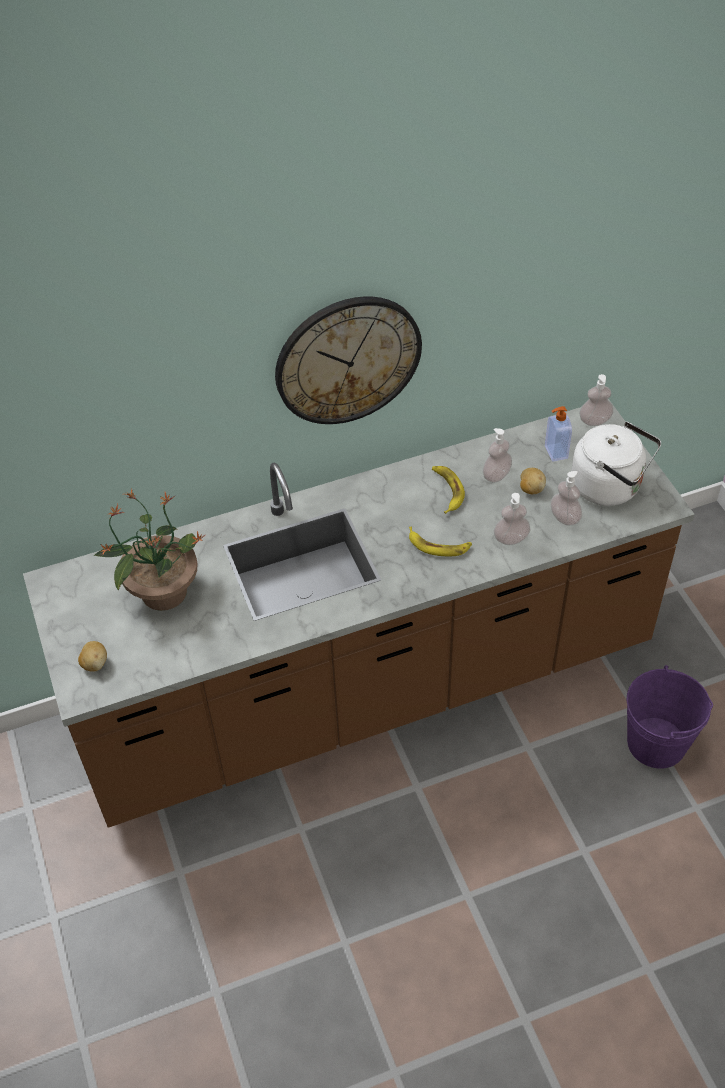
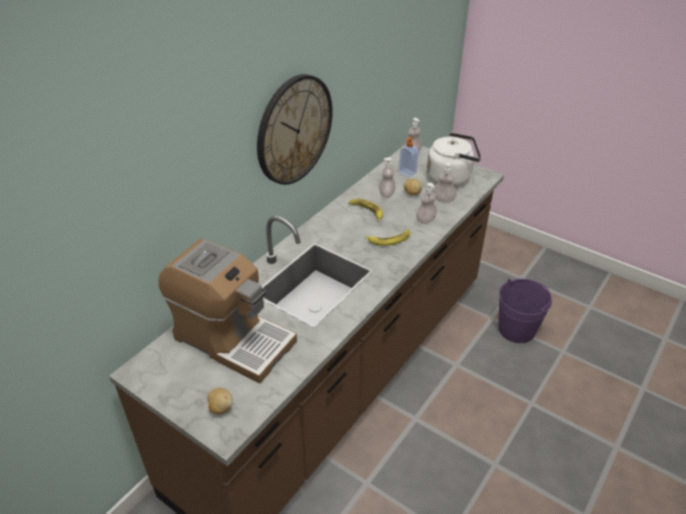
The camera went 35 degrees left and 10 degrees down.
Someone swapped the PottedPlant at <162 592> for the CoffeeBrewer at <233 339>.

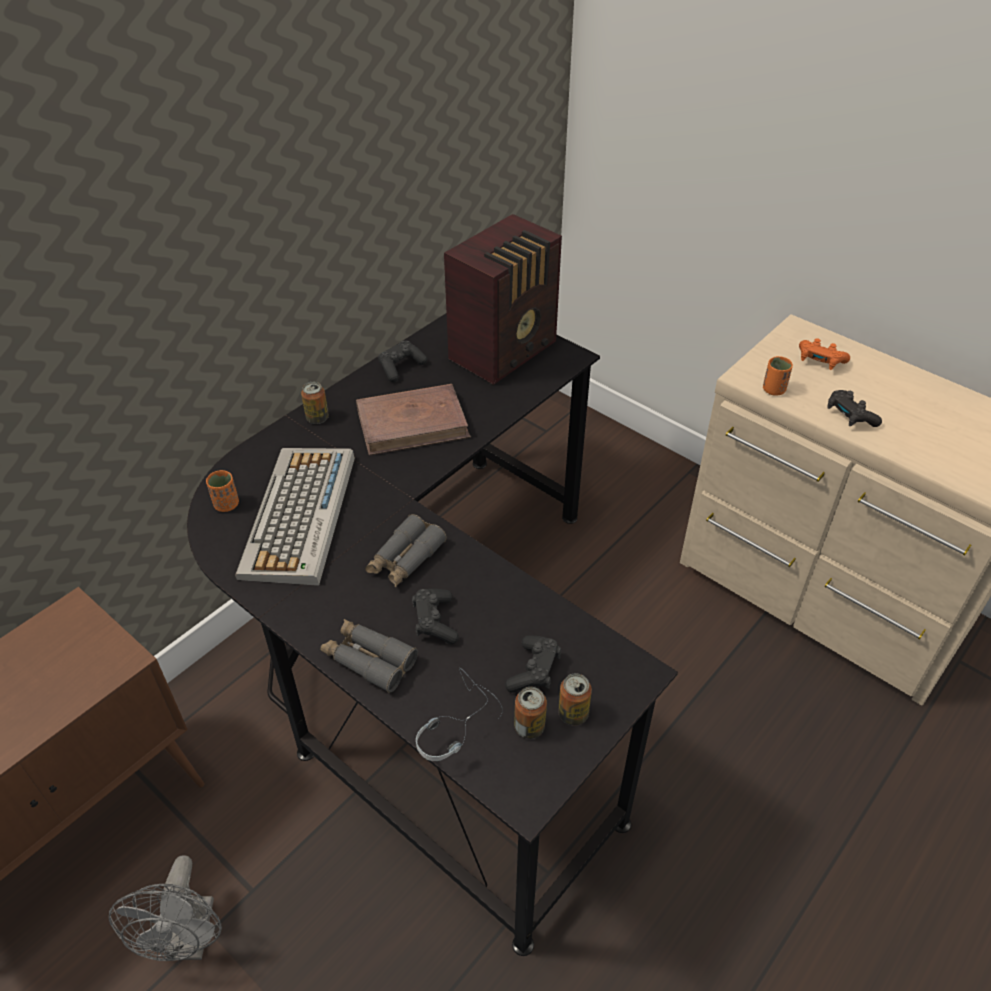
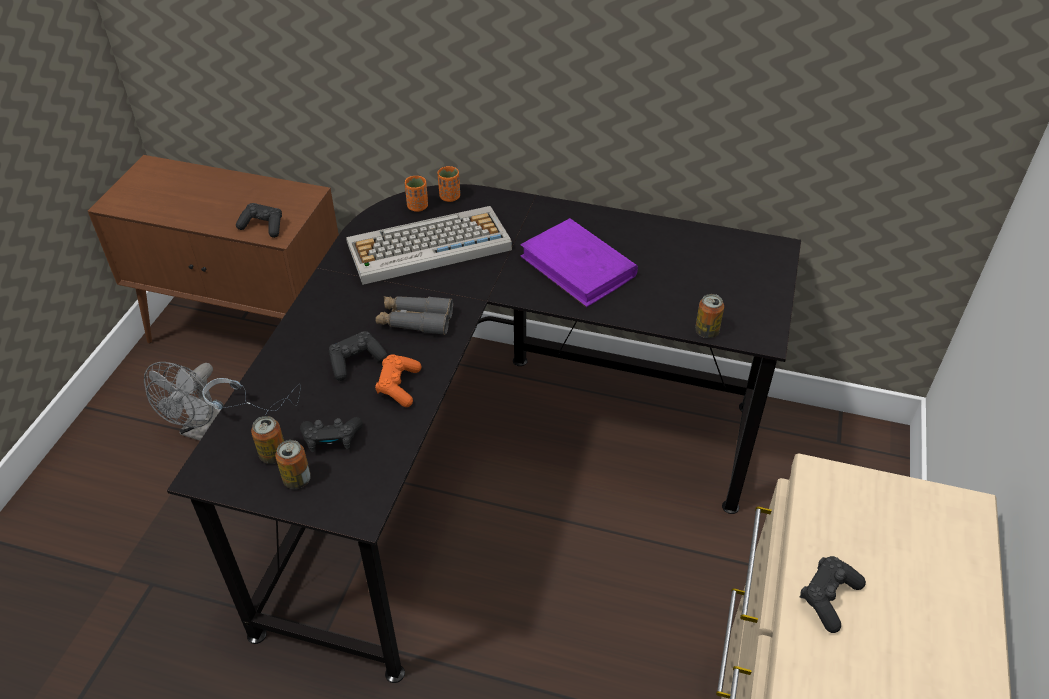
The camera went 65 degrees right and 0 degrees up.
Someone rotated the GrayFan at <189 940> by 45 degrees counterclockwise.
Someone carried the BlackishGamepad from <401 367> to <263 226>.
Someone carried the OrangeColouredGamepad from <819 361> to <399 386>.
Someone carried the OrangeColouredSmallCup from <773 390> to <450 197>.
Someone repainted the BrownBoundBook at <413 424>, which became the PurpleBoundBook at <578 267>.
Someone carried the Can from <317 418> to <706 331>.
Someone took away the GrayBinoculars at <369 660>.
Someone took away the Radio at <506 351>.

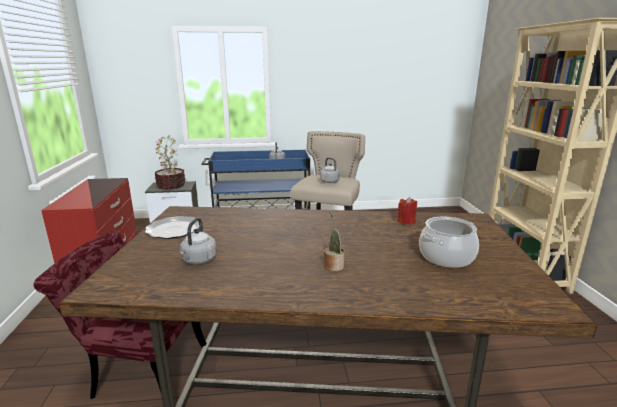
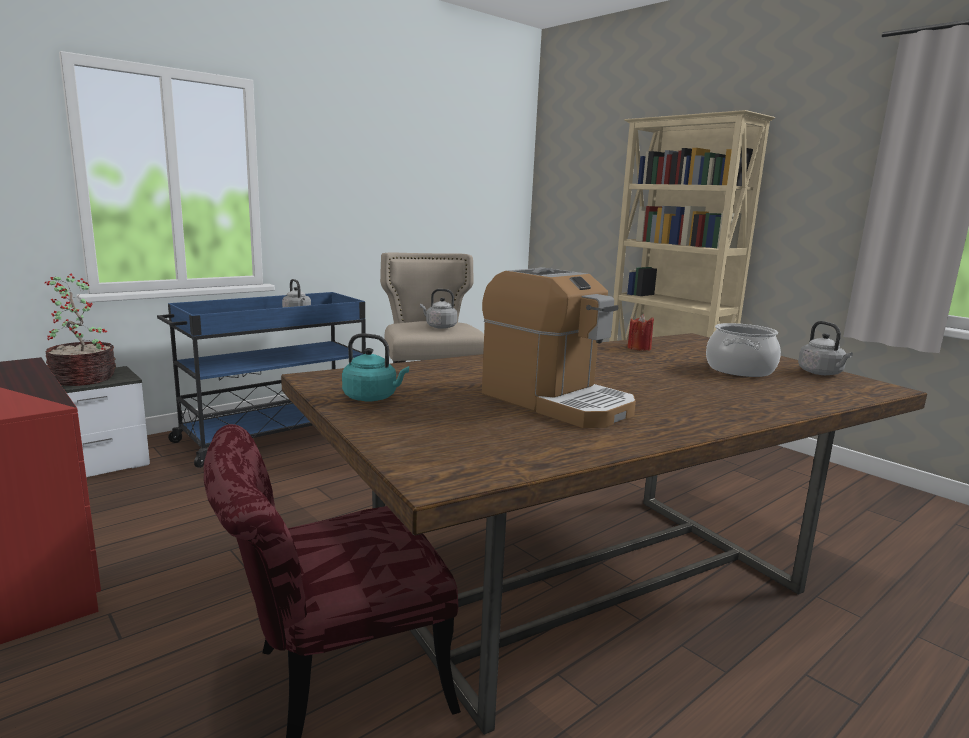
The camera went 35 degrees left and 5 degrees down.
Someone swapped the Plate at <174 230> for the TurquoiseWaterKettle at <372 398>.
Someone put down the CoffeeBrewer at <556 402>.
Someone carried the GrayWaterKettle from <198 260> to <821 373>.
Someone took away the PottedPlant at <333 265>.

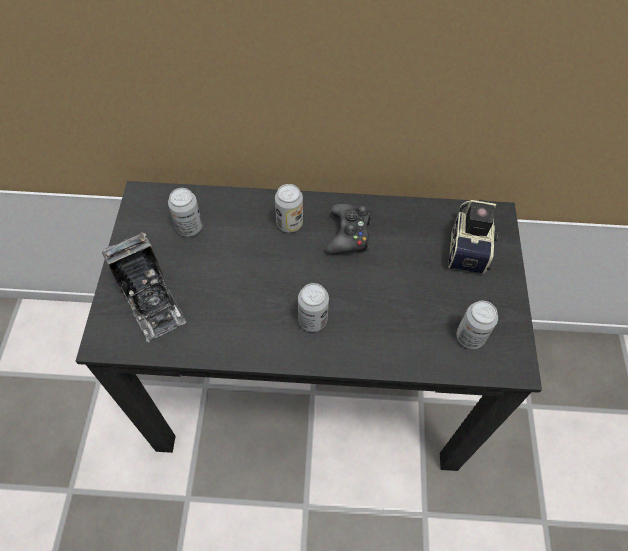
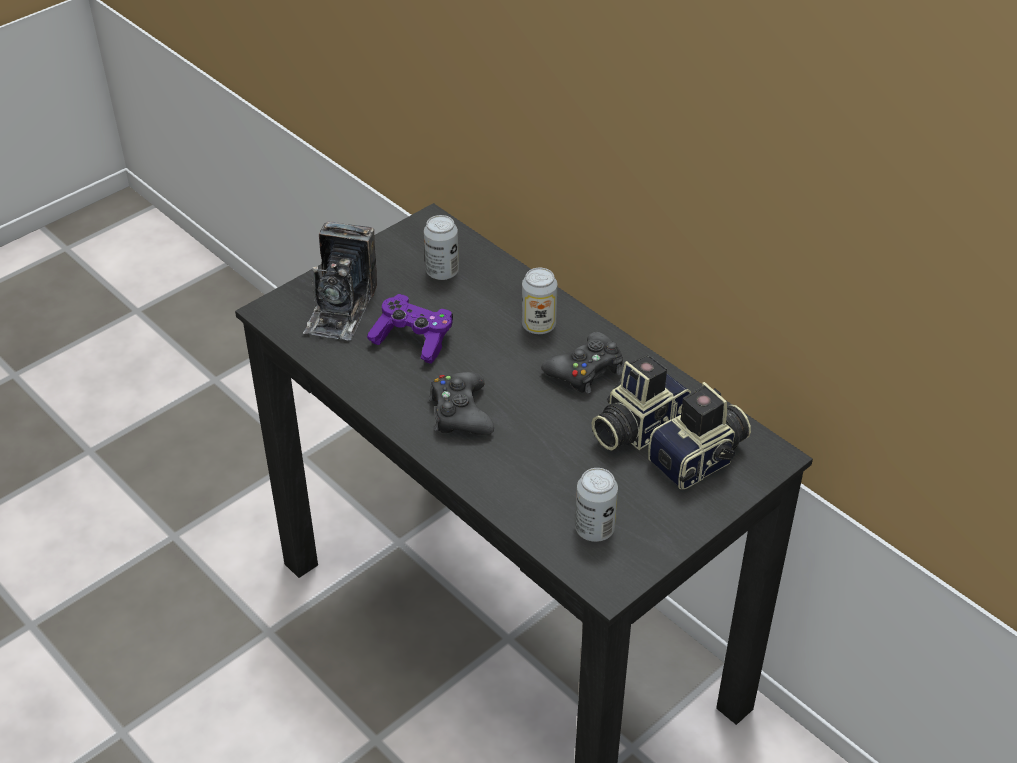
The camera went 45 degrees right and 15 degrees down.
Someone put down the PurpleGamepad at <413 339>.
Someone swapped the Can at <312 320> for the BlackishGamepad at <460 413>.
Someone put down the PhotoCamera at <636 427>.

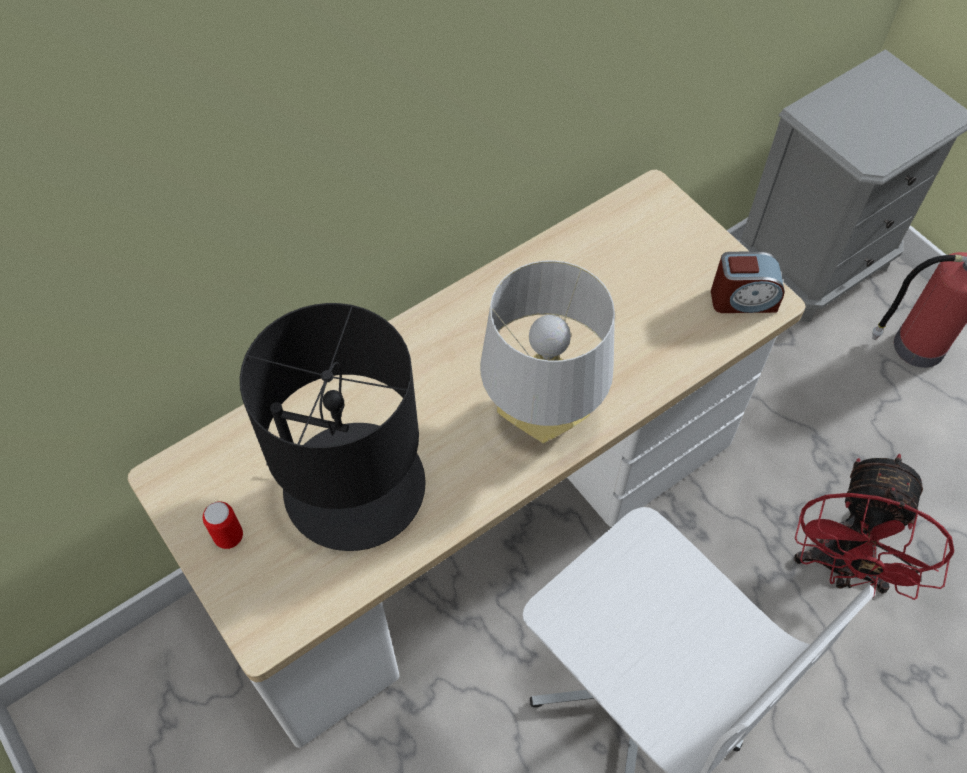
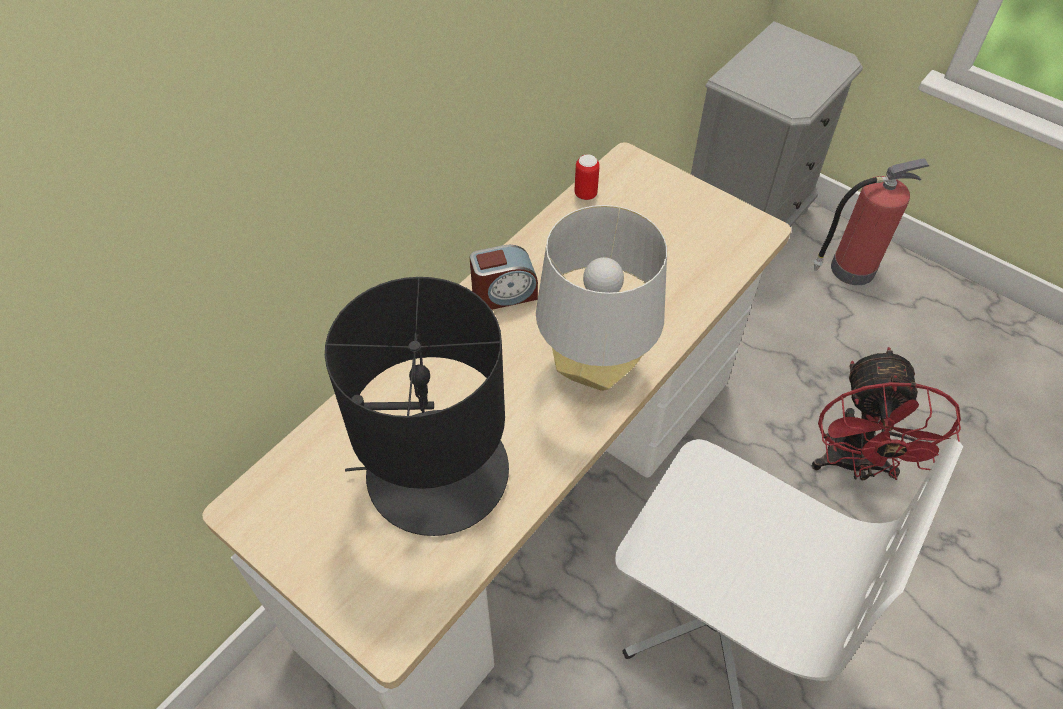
The camera went 15 degrees left and 5 degrees down.
Someone carried the AlarmClock from <743 299> to <504 294>.
Someone carried the Can from <229 536> to <585 194>.

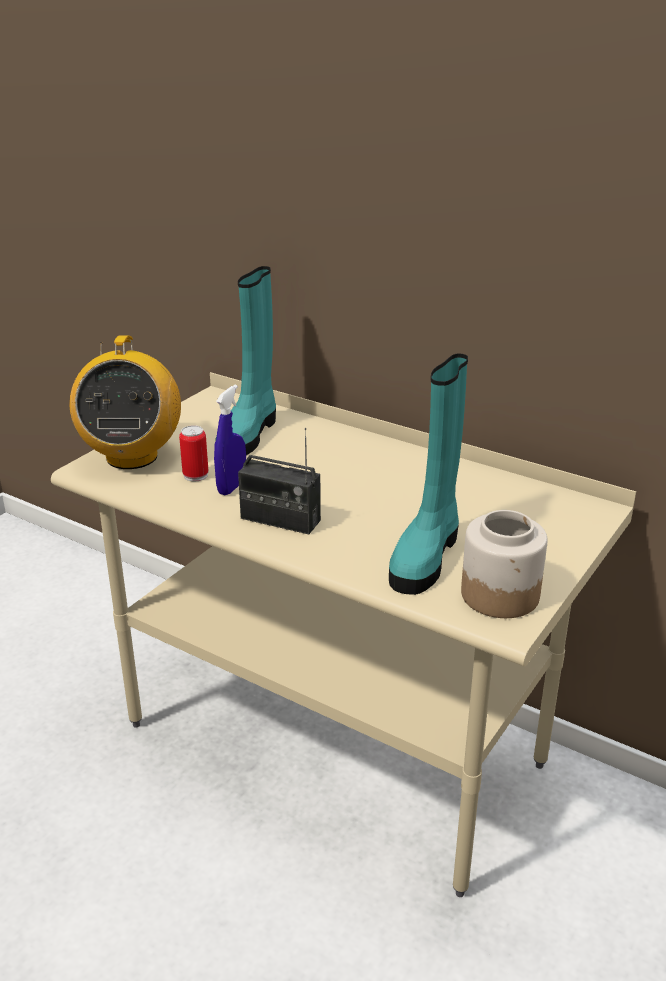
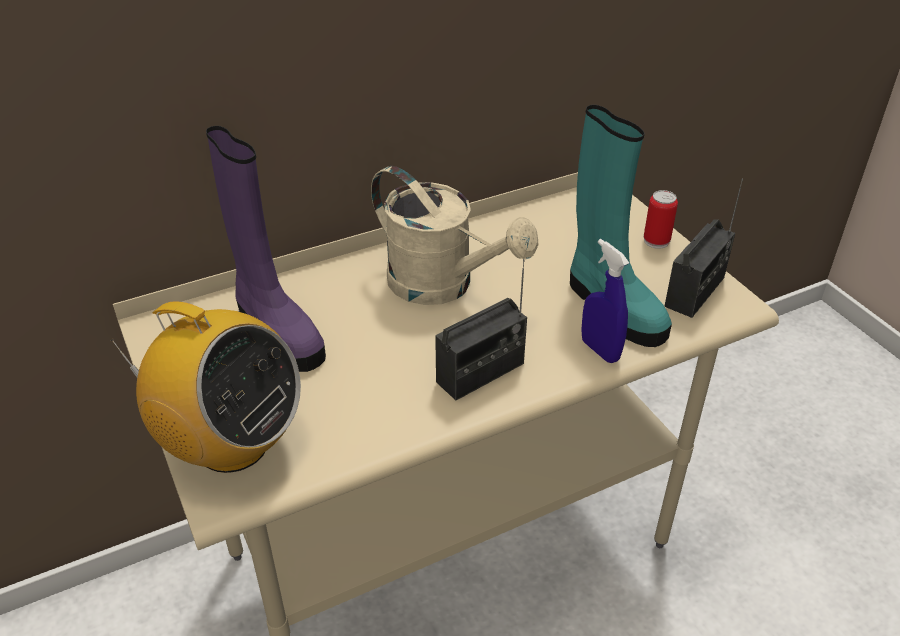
The camera went 60 degrees left and 10 degrees up.
Someone repainted the TurquoiseBoot at <249 434>, which became the PurpleBoot at <276 331>.
Someone put down the SandColouredSprinklingCan at <443 286>.
Someone carried the BlueColouredHandSprayer from <232 487> to <600 350>.
Someone carried the Can from <195 475> to <656 241>.
Someone swapped the StorageJar at <500 594> for the Radio at <695 292>.

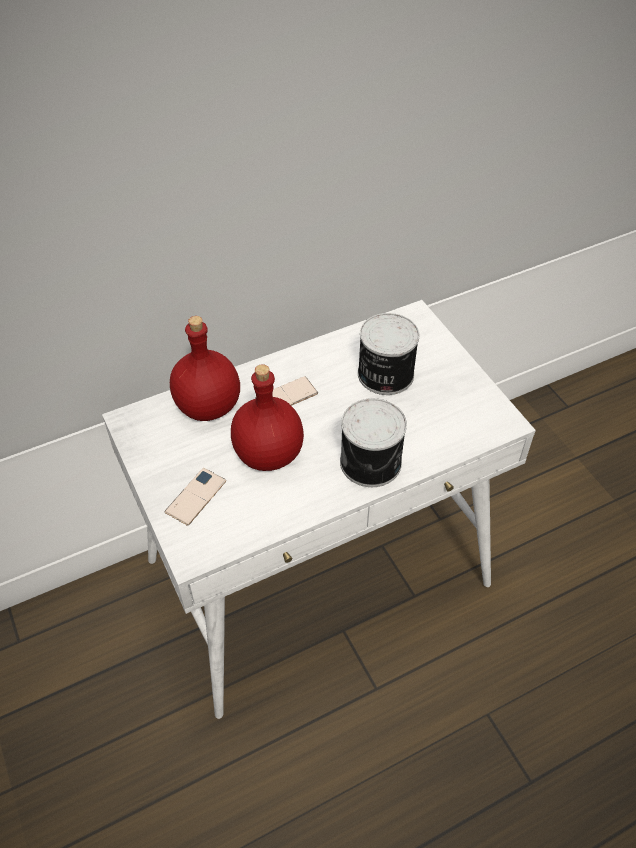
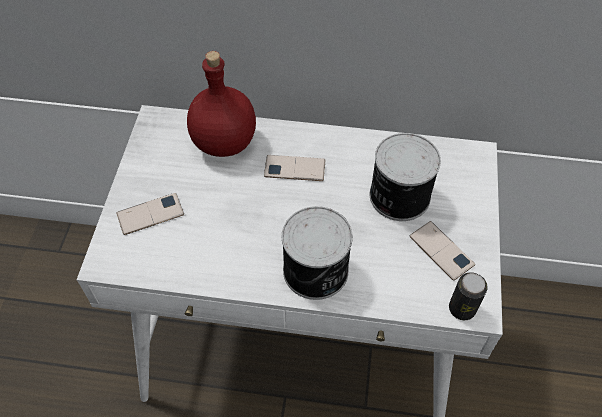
The camera went 35 degrees right and 5 degrees up.
Someone put down the Handset at <441 250>.
Someone put down the Can at <462 308>.
Someone took away the ReddishBottle at <268 453>.

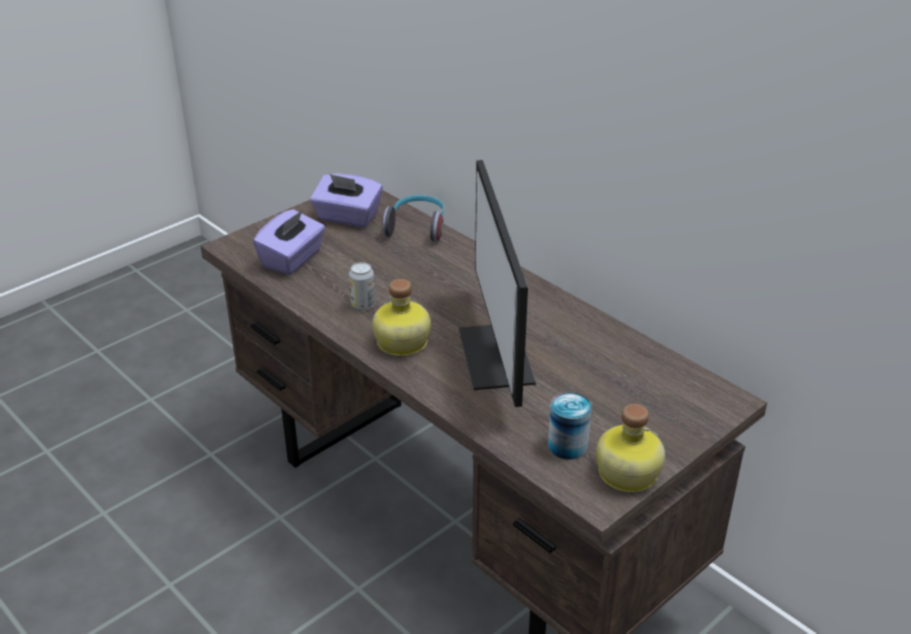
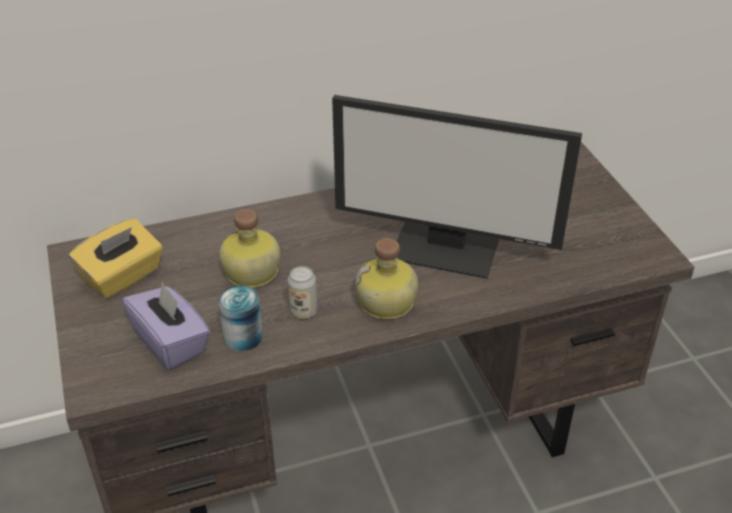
The camera went 65 degrees left and 5 degrees up.
Someone repainted the PurpleTissueHolder at <347 217>, which became the YellowColouredTissueHolder at <122 277>.
Someone carried the Can from <567 446> to <243 337>.
Someone carried the Bottle from <625 473> to <251 273>.
Someone took away the Headset at <417 227>.

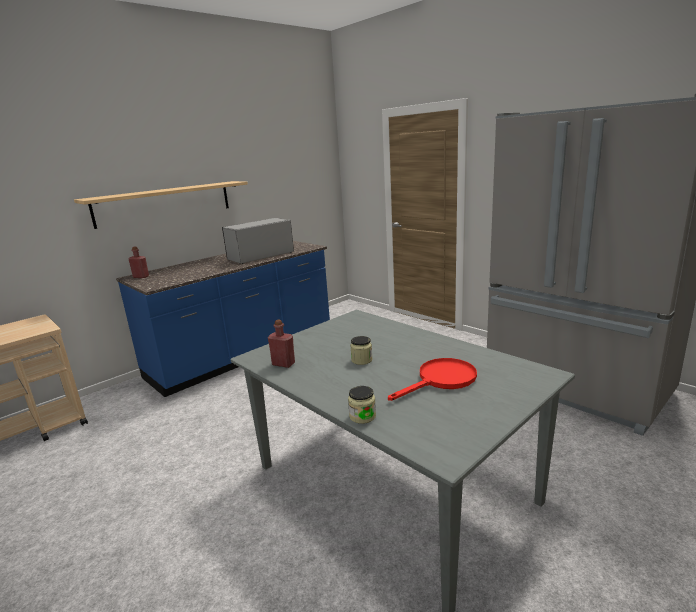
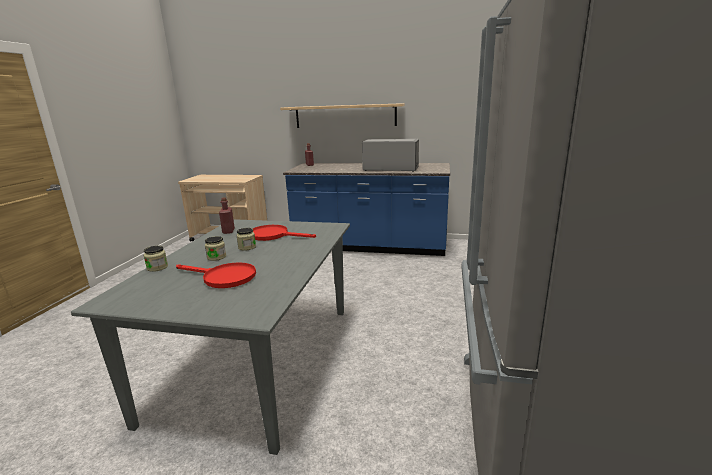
The camera went 55 degrees right and 0 degrees up.
Someone put down the StorageJar at <216 257>.
Someone put down the ReddishFryingPan at <274 235>.

